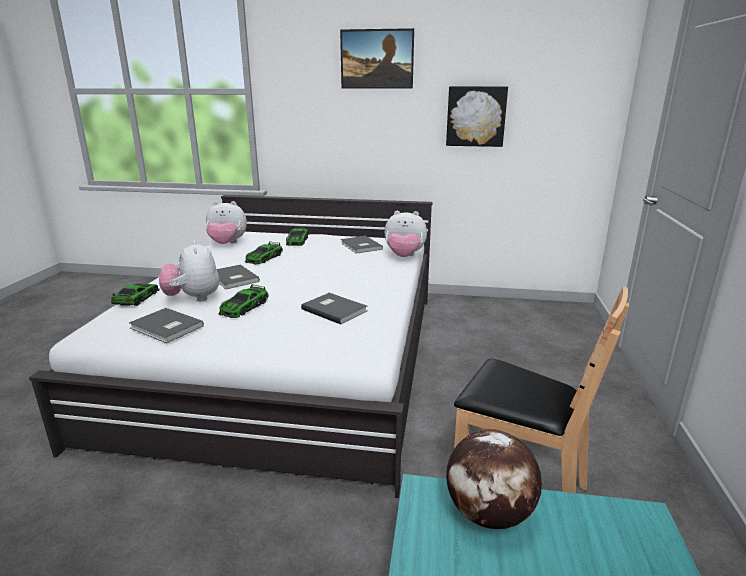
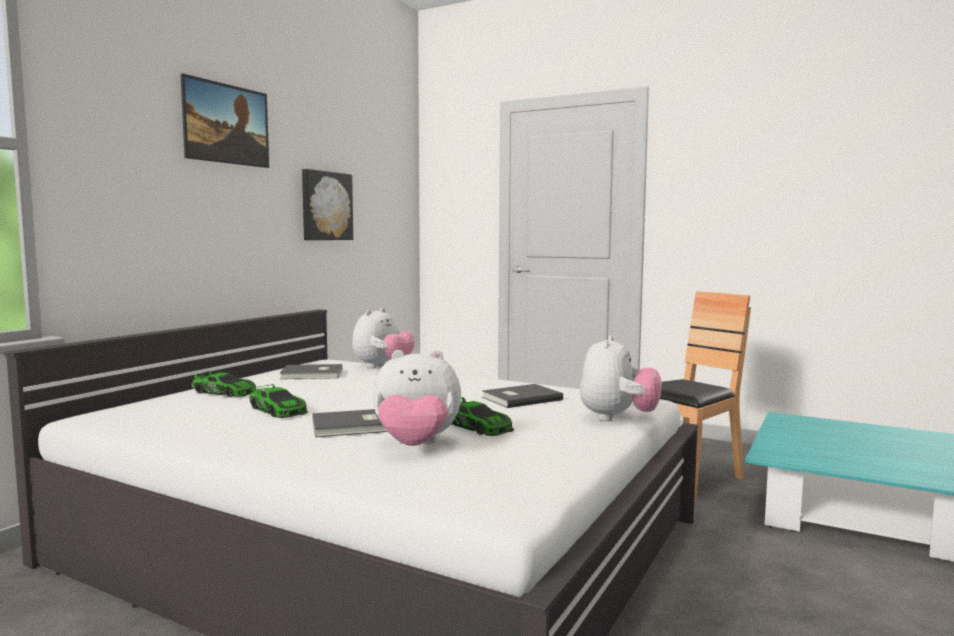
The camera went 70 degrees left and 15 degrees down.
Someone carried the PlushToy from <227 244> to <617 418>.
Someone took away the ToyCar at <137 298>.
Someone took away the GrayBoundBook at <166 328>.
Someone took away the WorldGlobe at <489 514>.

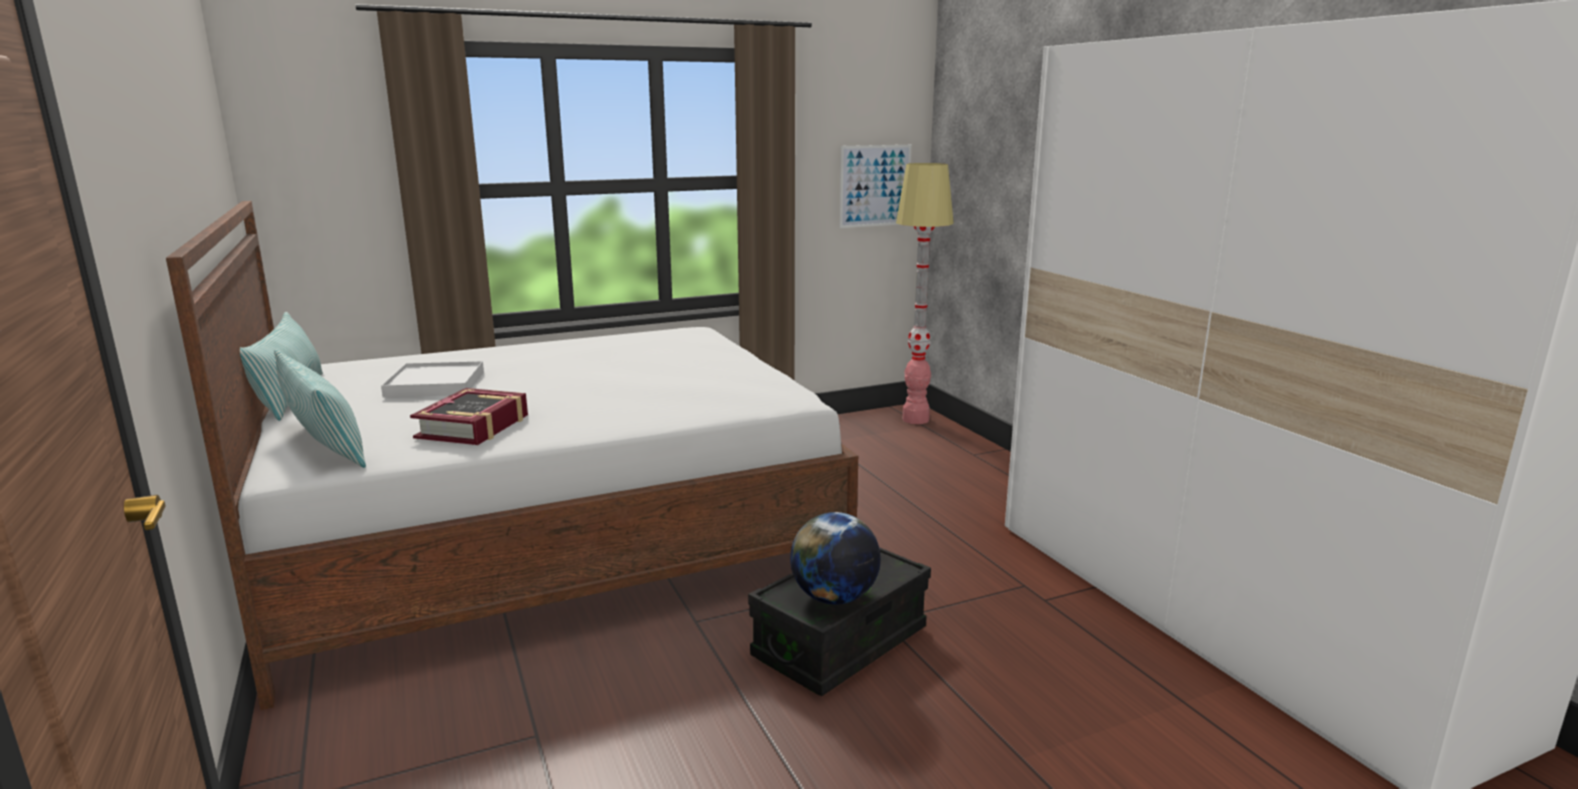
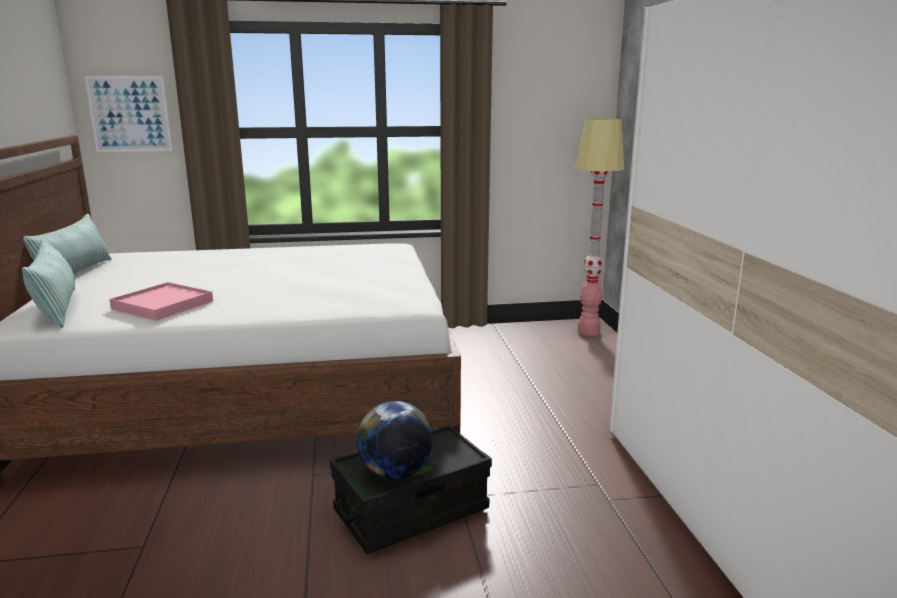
The camera went 15 degrees right and 0 degrees up.
Someone carried the WallArt from <875 186> to <129 114>.
Someone swapped the BoundBook at <474 427> for the PinkServingTray at <163 305>.
Someone took away the WhiteColouredServingTray at <436 384>.

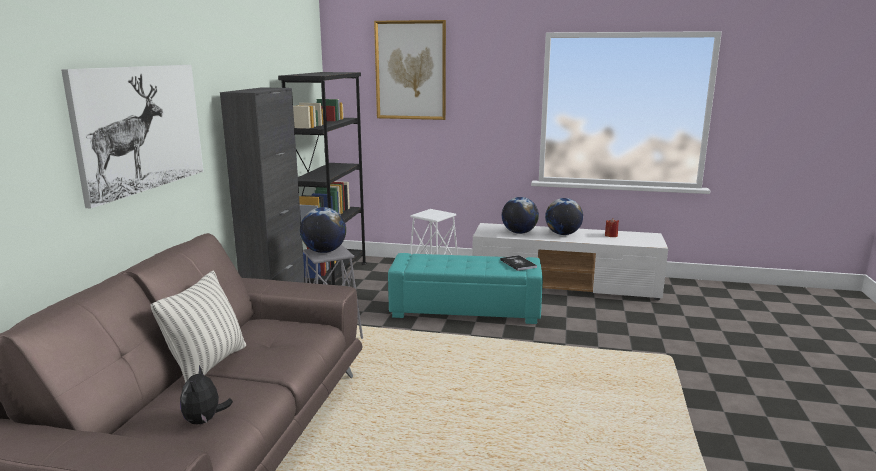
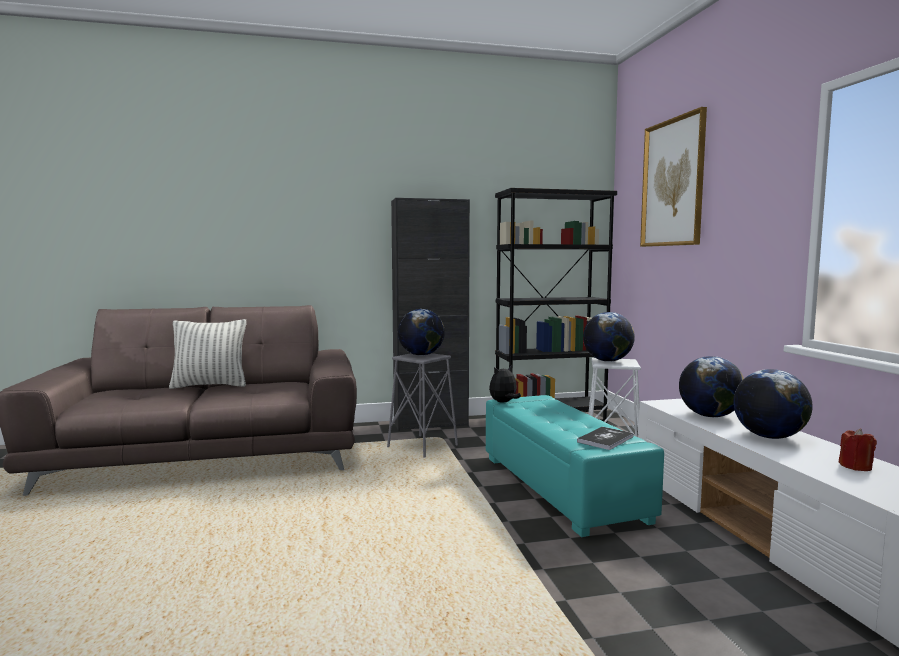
The camera went 65 degrees right and 10 degrees down.
Someone carried the PlushToy from <205 420> to <504 402>.
Someone put down the WorldGlobe at <607 361>.
Someone took away the WallArt at <141 128>.

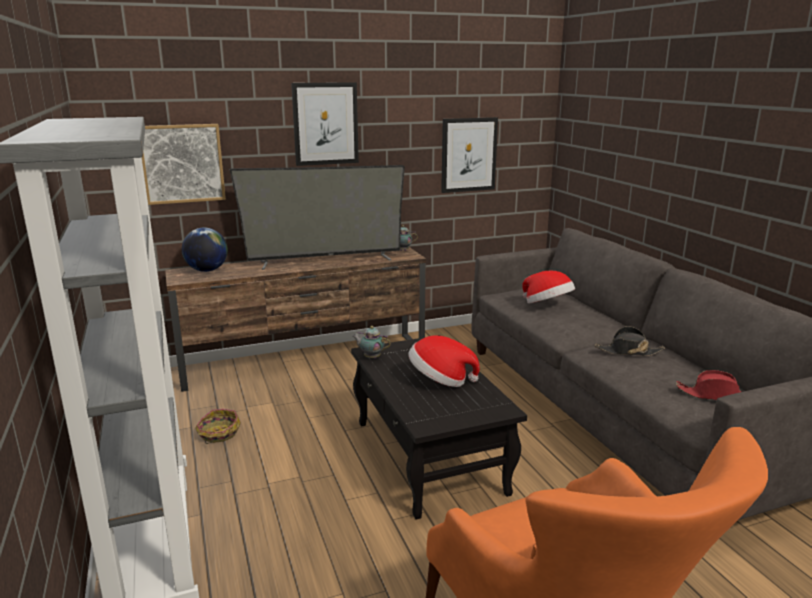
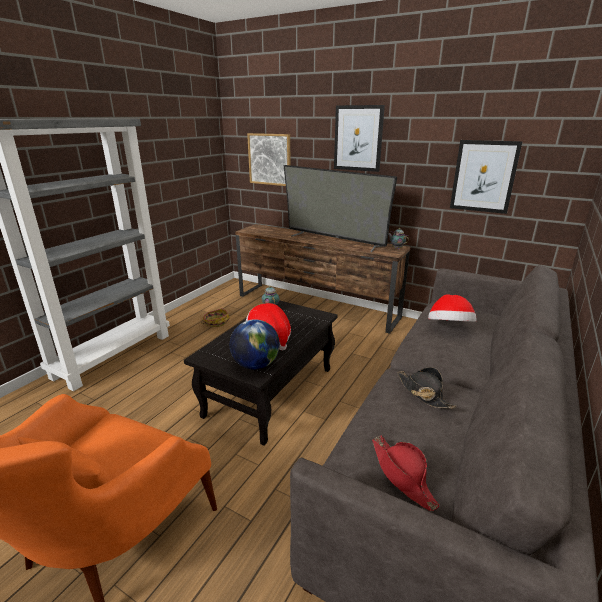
The camera went 50 degrees right and 5 degrees up.
Someone carried the WorldGlobe from <207 270> to <255 365>.

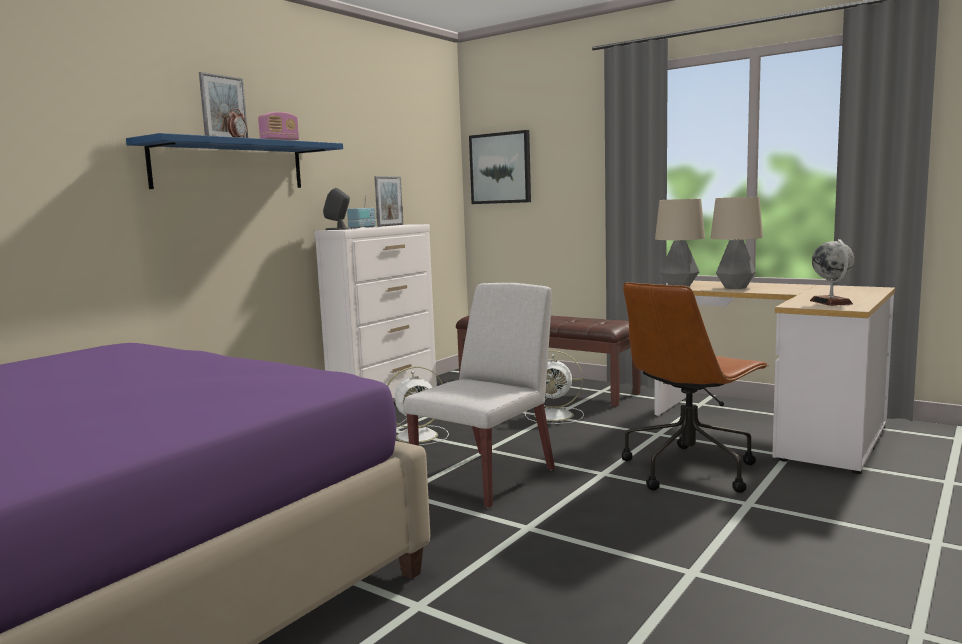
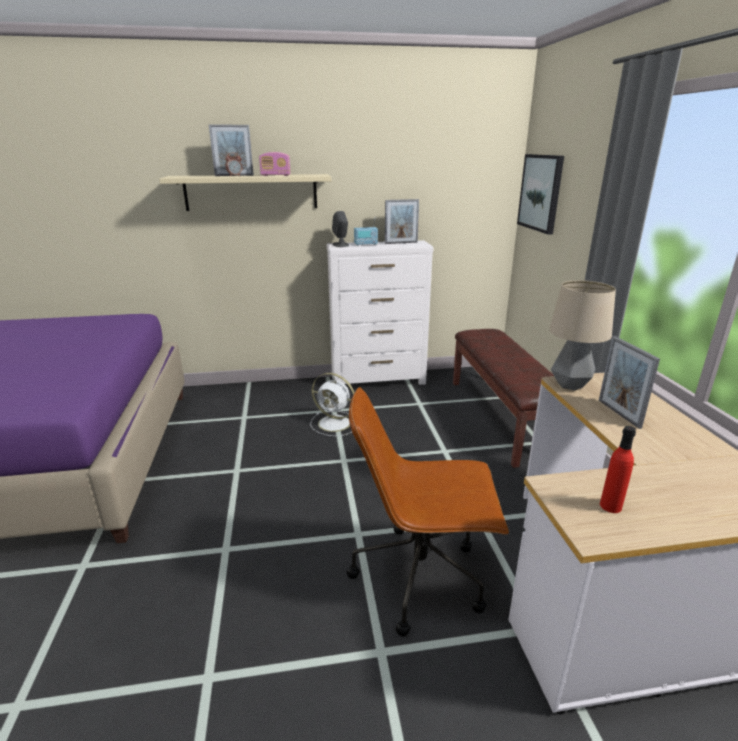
The camera went 45 degrees right and 15 degrees up.
Someone repainted the BlueColouredShelf at <229 165>, which became the SandColouredShelf at <251 192>.
Someone swapped the TableLamp at <735 287> for the StandingFrame at <619 413>.
Someone swapped the WorldGlobe at <831 302> for the ReddishBottle at <610 506>.
Someone took away the WhiteColouredUprightChair at <486 478>.
Someone took away the WhiteColouredFan at <555 415>.

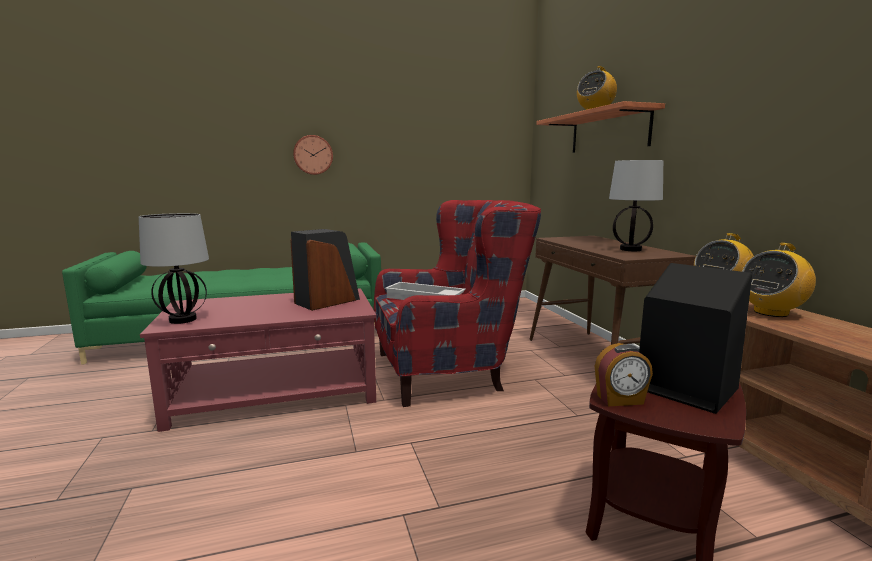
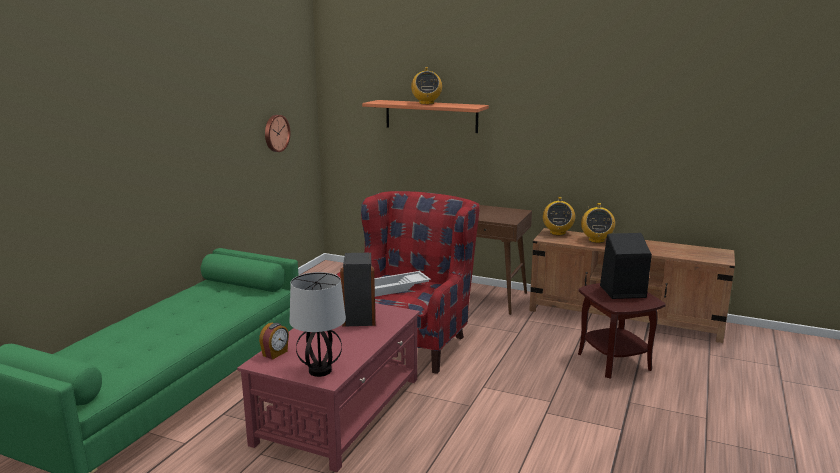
The camera went 50 degrees left and 5 degrees up.
Someone carried the AlarmClock from <620 400> to <275 353>.
Someone carried the ClockOnTheWall from <313 155> to <276 133>.
Someone took away the TableLamp at <630 249>.

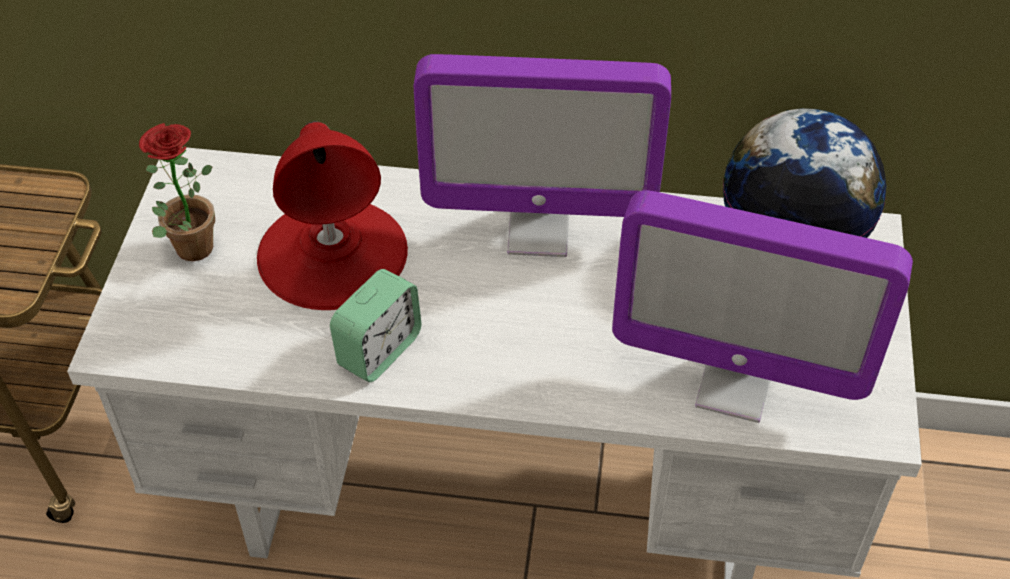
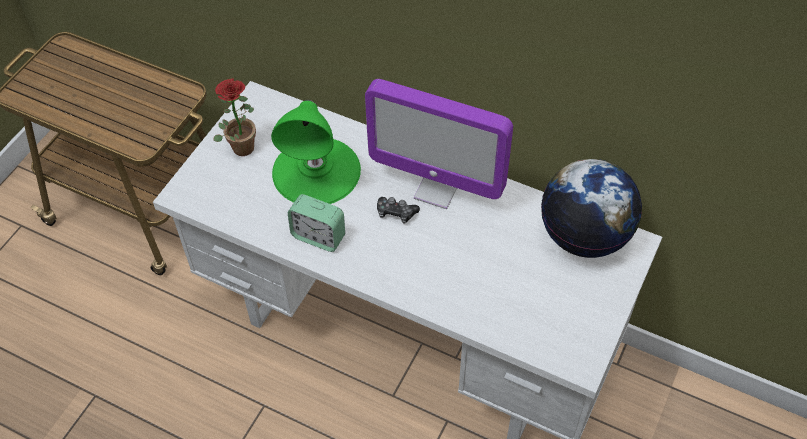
The camera went 20 degrees right and 5 degrees up.
Someone repainted the ReddishTableLamp at <333 252>, which became the GreenColouredTableLamp at <316 171>.
Someone rotated the AlarmClock at <379 350> by 60 degrees clockwise.
Someone put down the Gamepad at <396 213>.
Someone took away the ComputerDisplay at <734 387>.

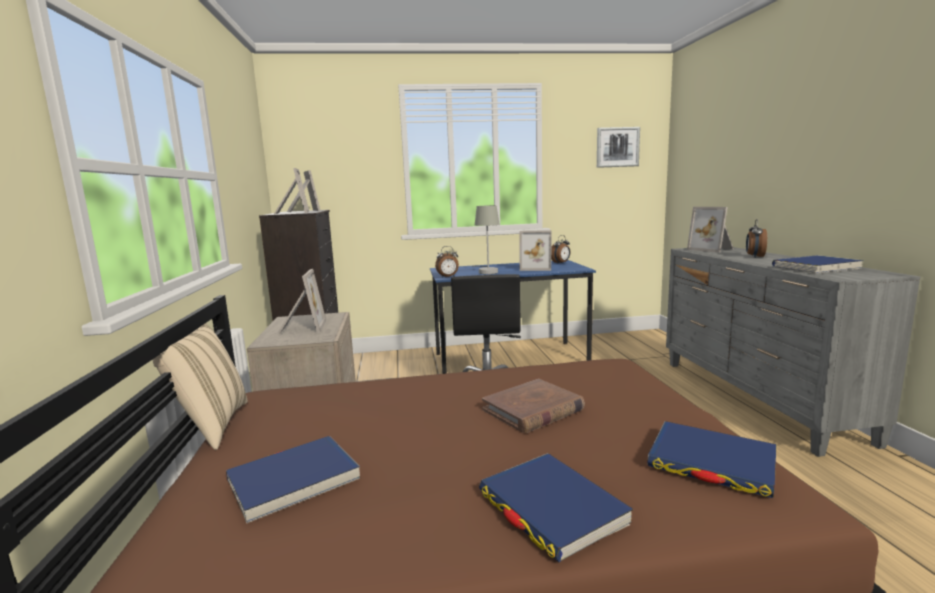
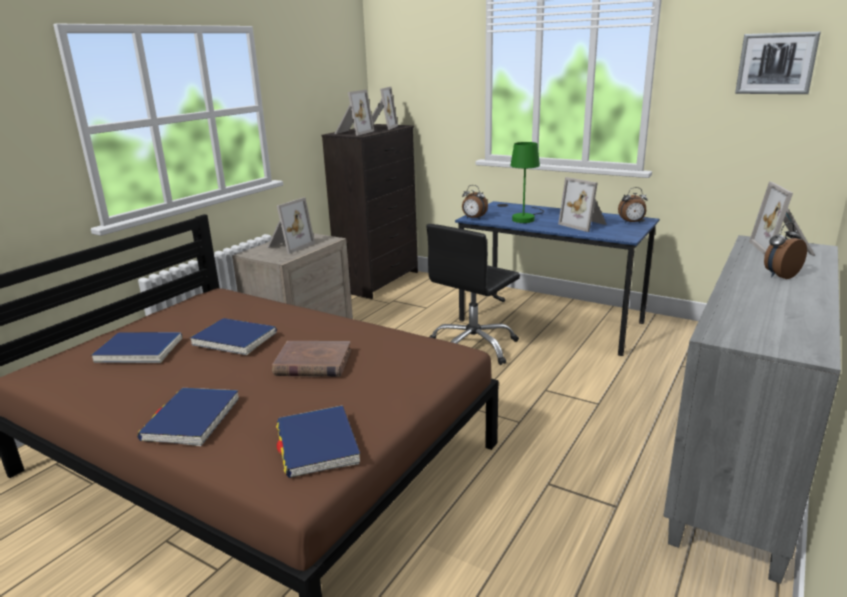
The camera went 40 degrees right and 10 degrees up.
Someone carried the BlueColouredBoundBook from <815 268> to <235 339>.
Someone repainted the GrayTableLamp at <487 271>, which became the GreenColouredTableLamp at <526 218>.
Someone took away the SandColouredCushion at <211 426>.

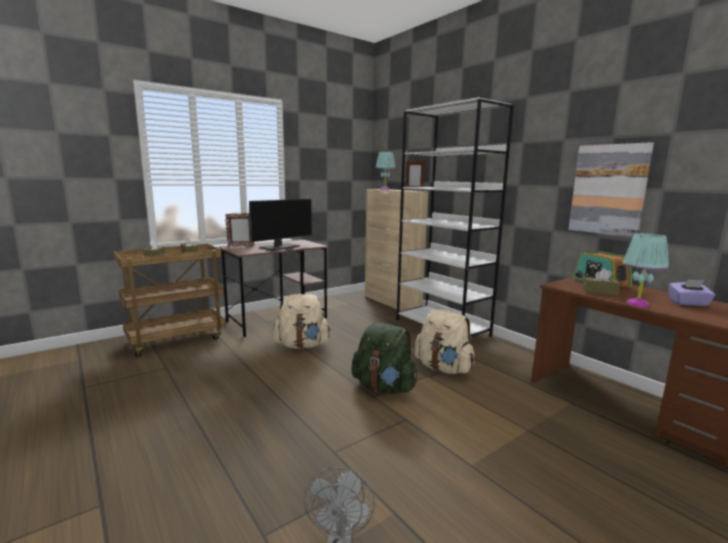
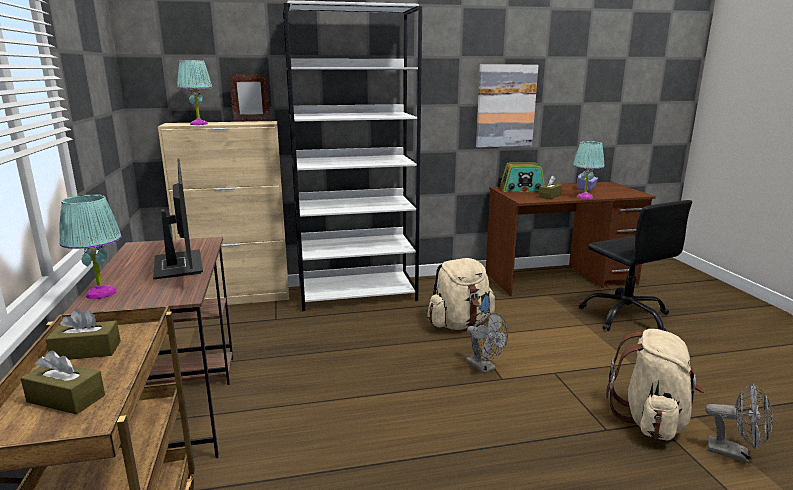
The camera went 65 degrees left and 5 degrees up.
Someone swapped the StandingFrame at <241 246> for the TurquoiseTableLamp at <101 293>.
Someone swapped the GreenColouredKnapsack at <384 387> for the GrayFan at <484 367>.
Someone put down the BlackishComputerChair at <626 316>.
Someone carried the SandColouredKnapsack from <302 345> to <651 419>.

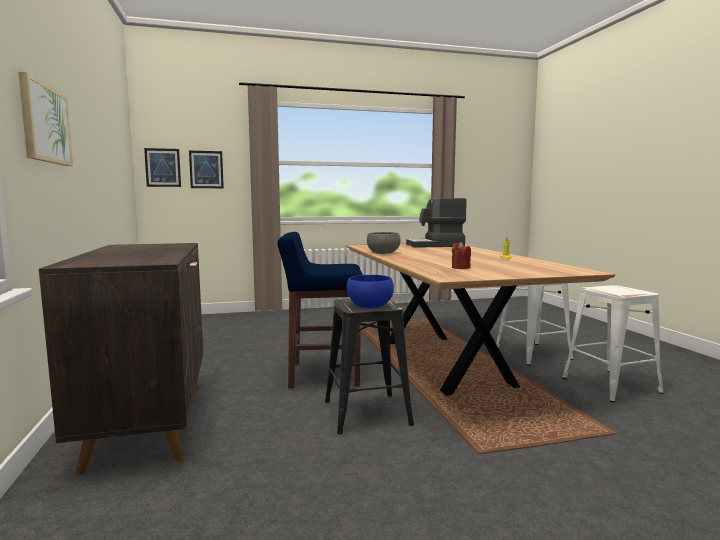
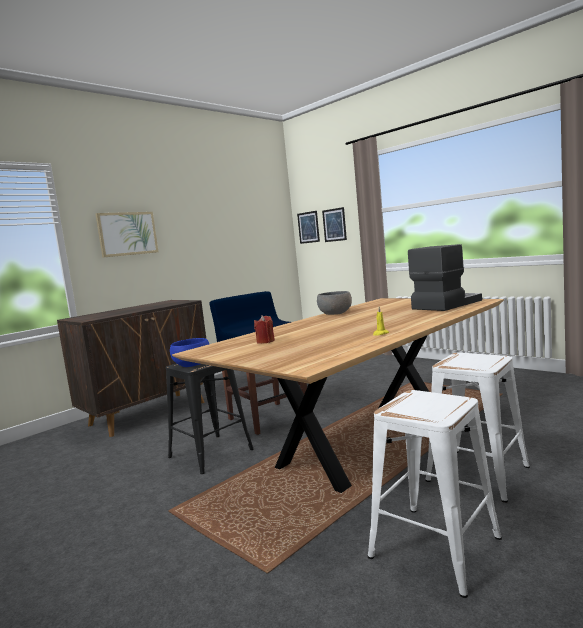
The camera went 60 degrees right and 0 degrees up.
Someone rotated the CoffeeBrewer at <435 245> by 90 degrees clockwise.

